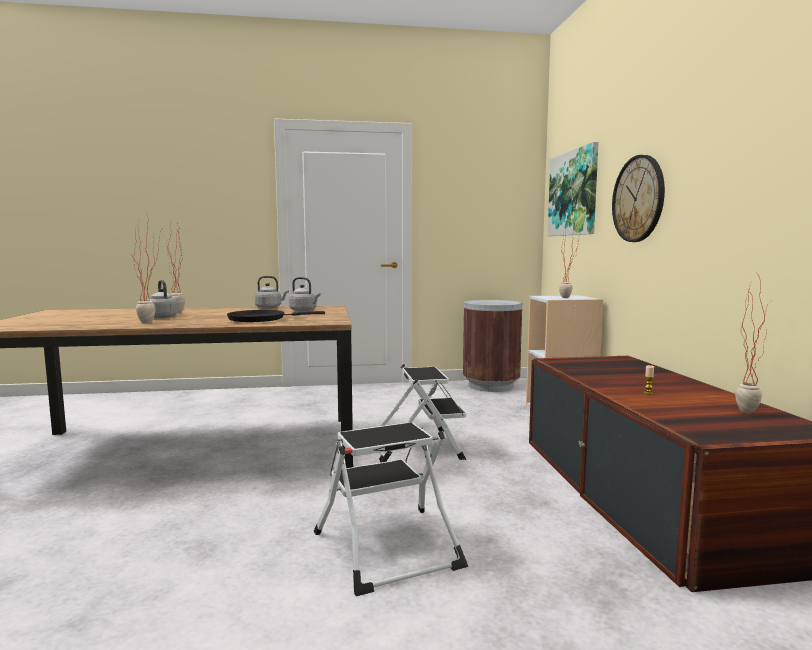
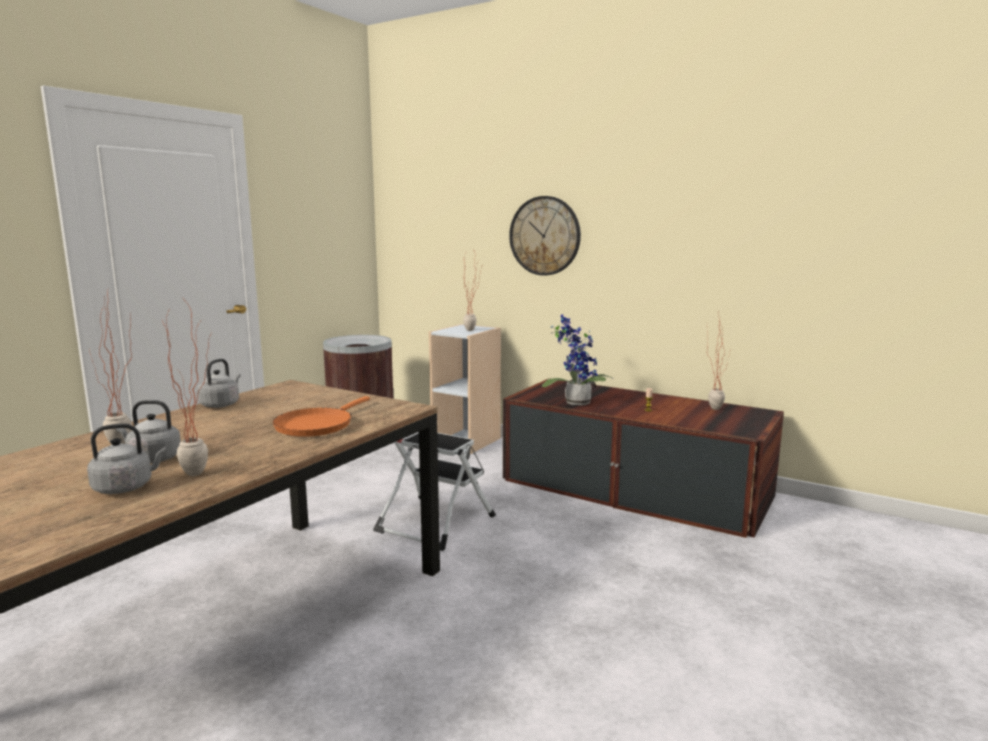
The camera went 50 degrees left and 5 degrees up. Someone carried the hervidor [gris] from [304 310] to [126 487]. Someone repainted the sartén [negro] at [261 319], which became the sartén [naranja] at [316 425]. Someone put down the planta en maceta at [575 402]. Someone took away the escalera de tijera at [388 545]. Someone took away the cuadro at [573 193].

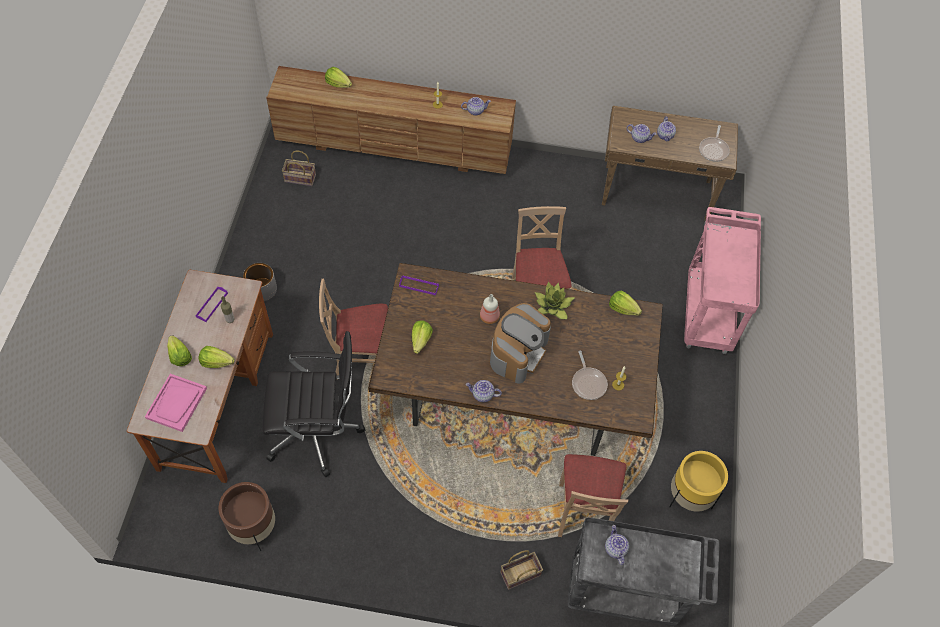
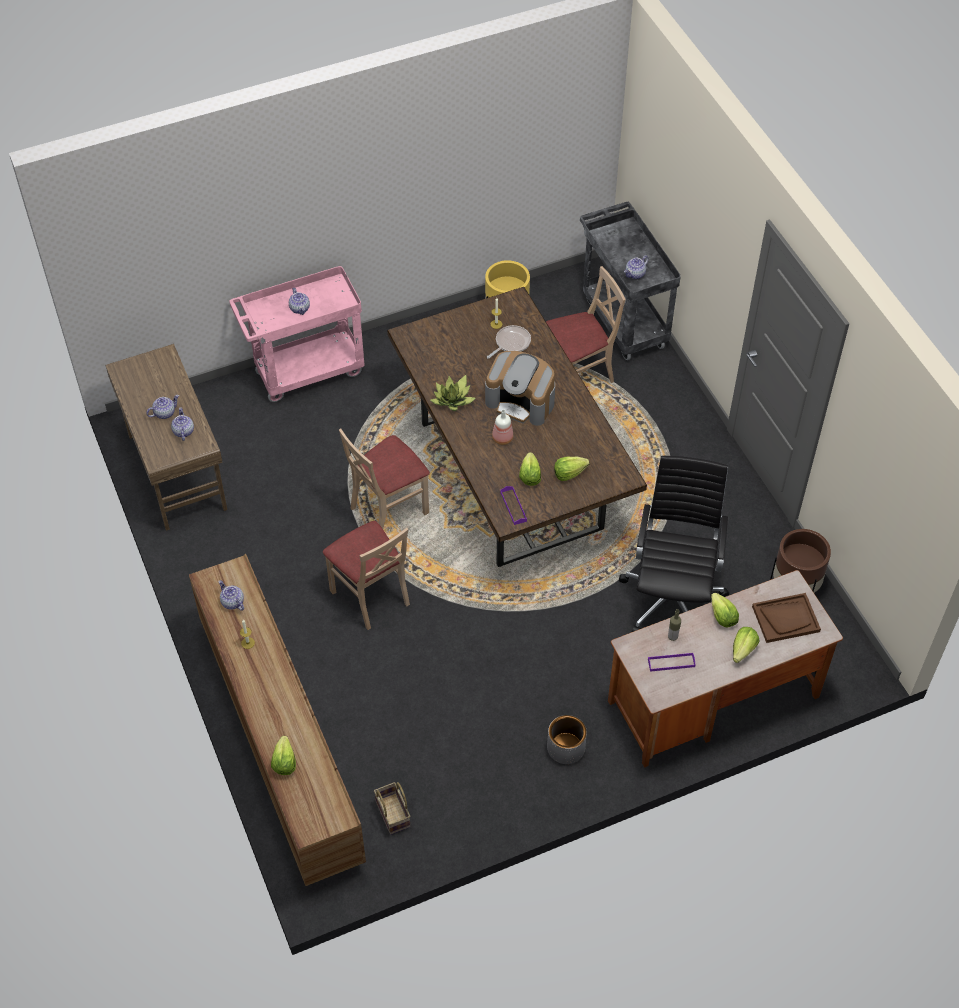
The camera went 120 degrees left and 5 degrees down. Someone carried the tetera from [482 395] to [300 308]. Someone carried the silla [beis] from [361 359] to [371 596]. Someone rotated the cafetera at [518 352] by 150 degrees counterclockwise. Someone carried the lechuga from [622 309] to [529 476]. Someone rotated the silla de oficina [negro] at [317 432] by 45 degrees clockwise. Someone repainted the bandeja [rosa] at [176 403], which became the bandeja [marrón] at [785 619]. Someone took away the cesta at [519 575]. Someone took away the sartén at [713 150].

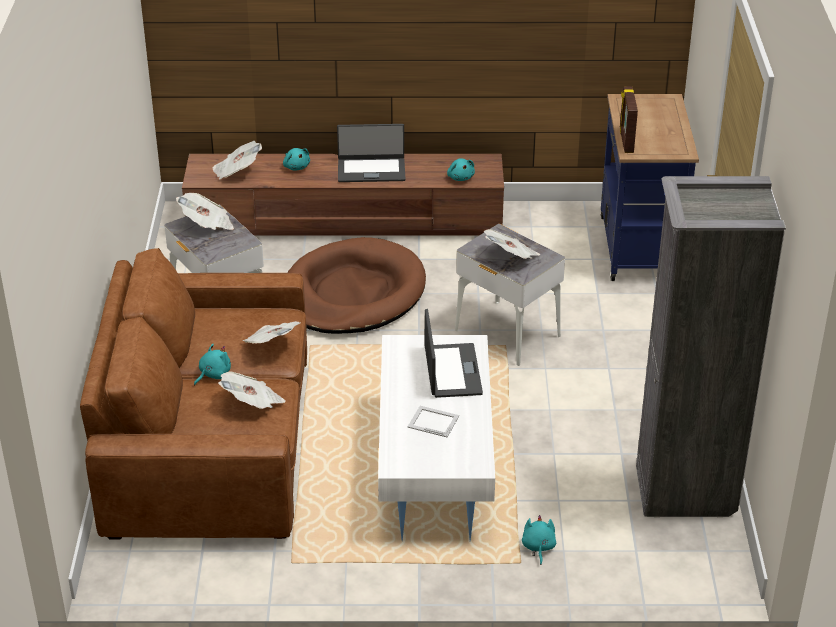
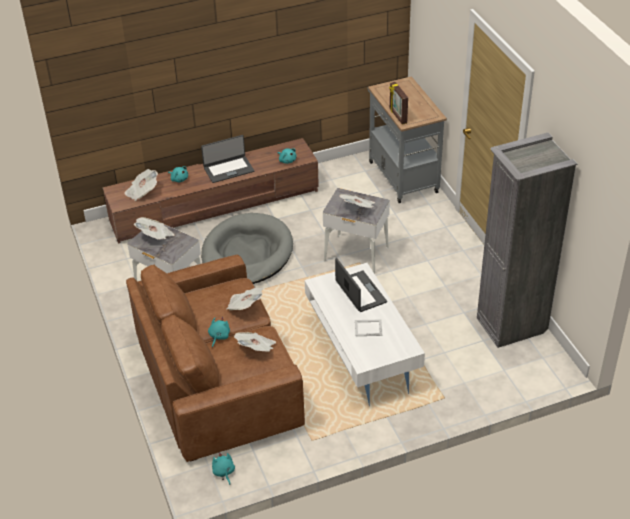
The camera went 20 degrees left and 5 degrees up. Someone repainted the cama para perro [marrón] at [352 293], which became the cama para perro [gris] at [247 253]. Someone carried the peluche [turquesa] from [538 547] to [224 472]. Someone repainted the carrito [azul] at [638 246], which became the carrito [gris] at [402 176].

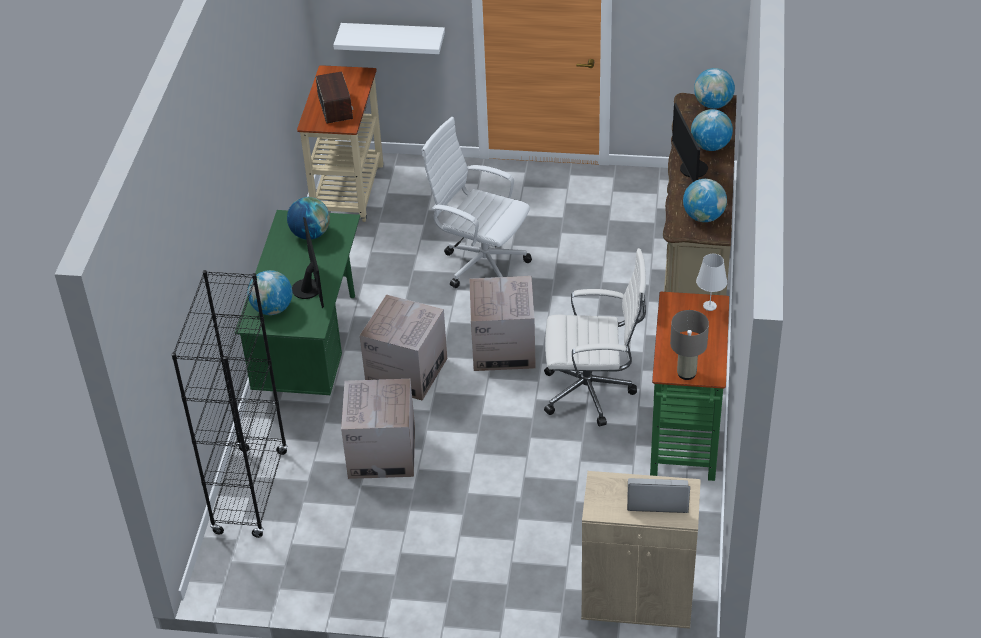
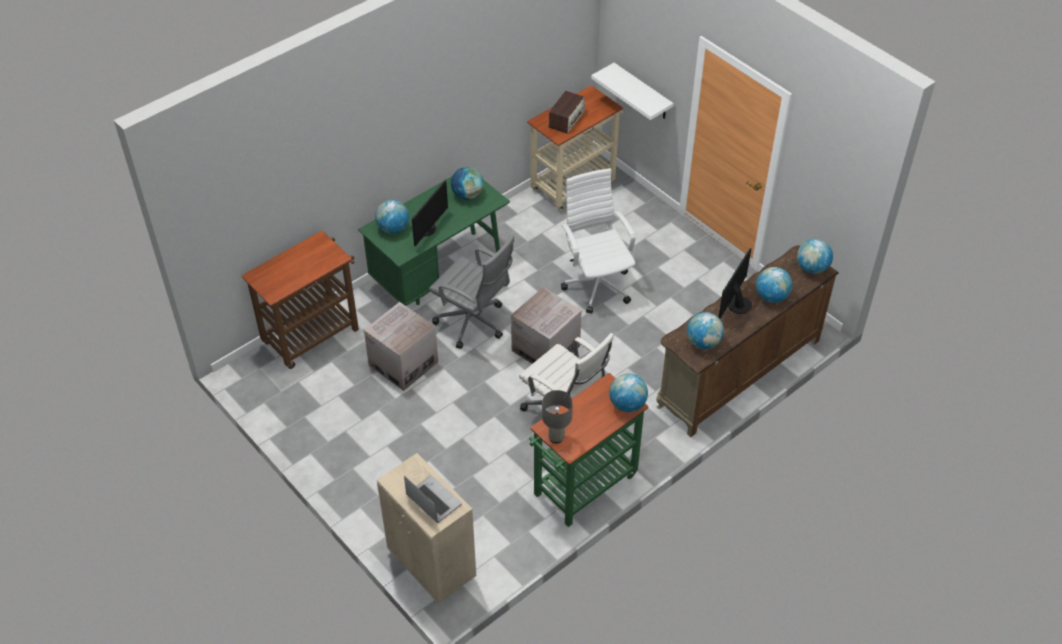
The camera went 40 degrees right and 5 degrees up. Someone swapped the estantería [negro] at [251 492] for the carrito [marrón] at [312 336]. Someone swapped the caja de cartón at [406 371] for the silla de oficina [gris] at [474 323]. Someone swapped the lámpara de mesa [blanco] at [709 306] for the globo terráqueo at [627 404].

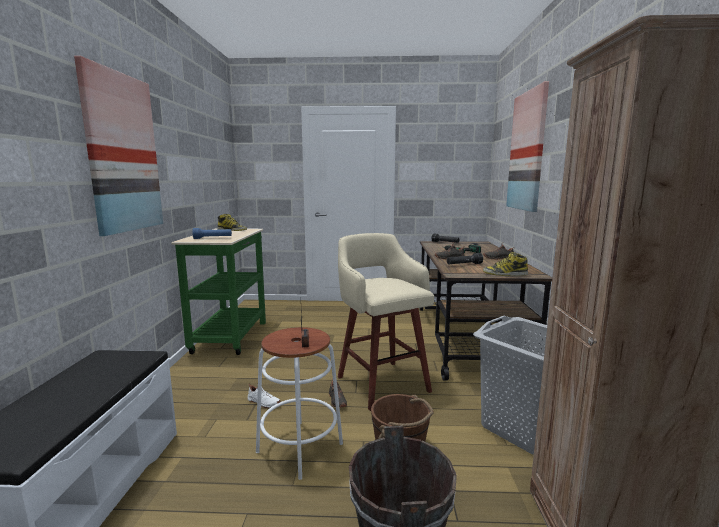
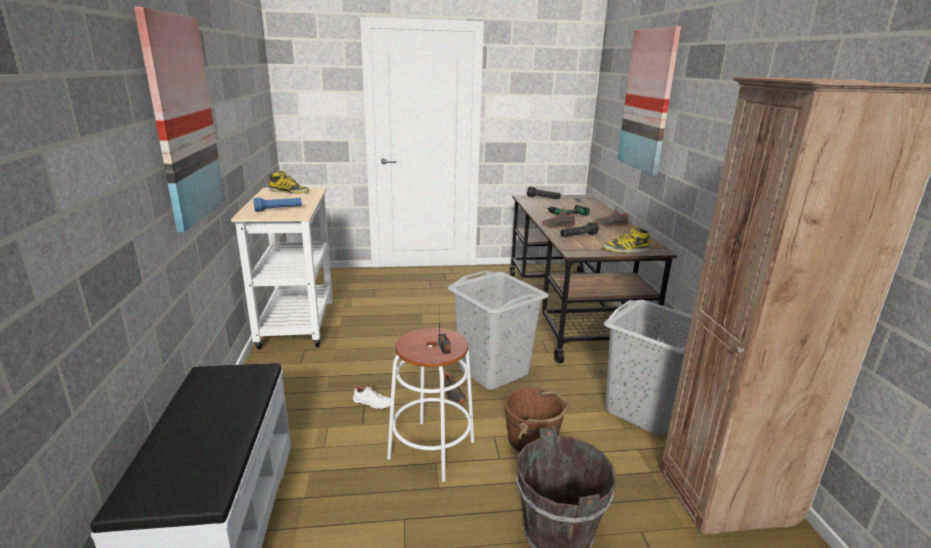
The camera went 10 degrees left and 10 degrees up. Someone repainted the carrito [verde] at [230 337], which became the carrito [blanco] at [297 323]. Someone swapped the taburete [beis] at [381 382] for the cesto de la ropa [gris] at [493 370].

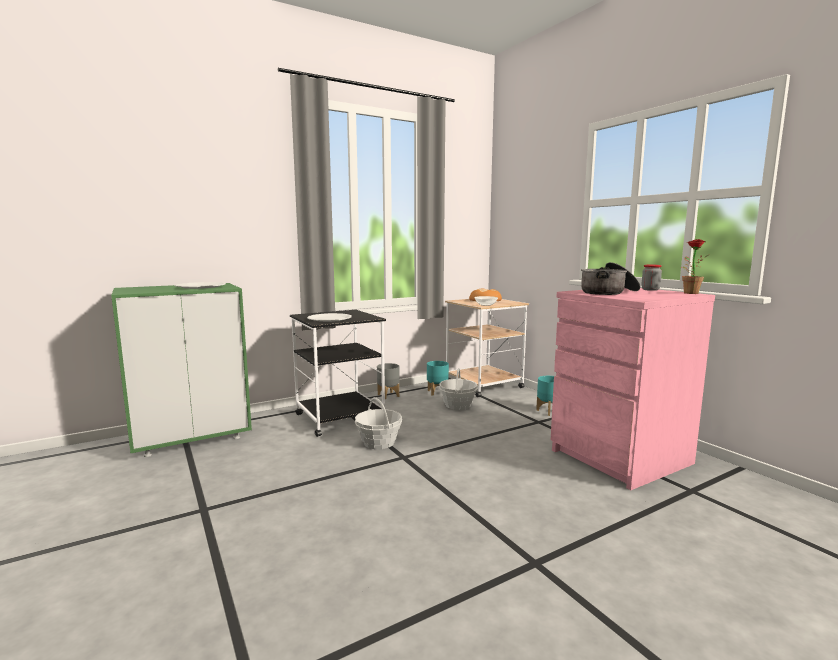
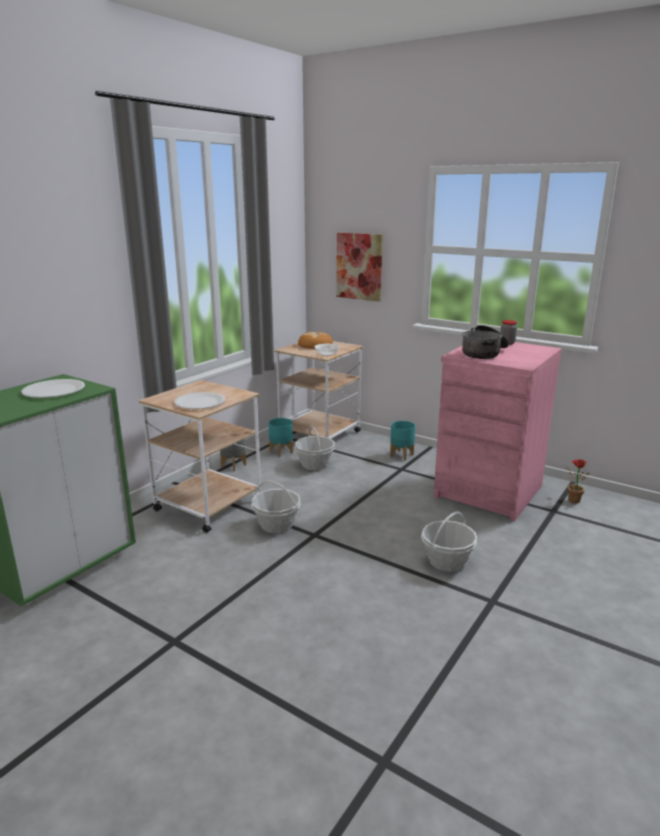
The camera went 25 degrees left and 10 degrees up. Someone repainted the carrito [negro] at [341 418], which became the carrito [beis] at [209 504]. Someone put up the cuadro at [359 266]. Someone put down the cesta at [447 561]. Someone carried the planta en maceta from [688 293] to [571 499].

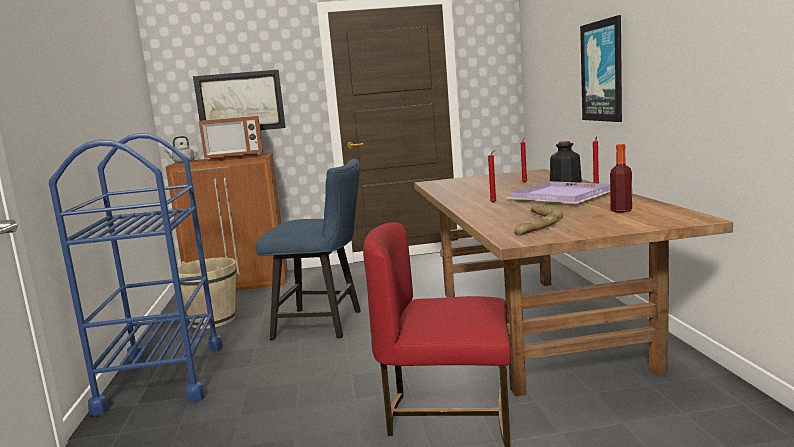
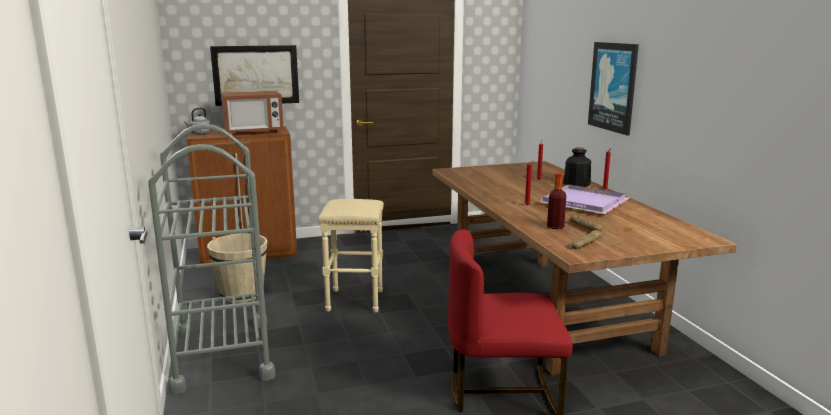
The camera went 10 degrees left and 5 degrees up. Someone repainted the carrito [azul] at [163 377], which became the carrito [gris] at [223 355]. Someone swapped the silla [azul] at [325 324] for the taburete [beis] at [356 301]. Someone carried the botella from [621 210] to [555 227].

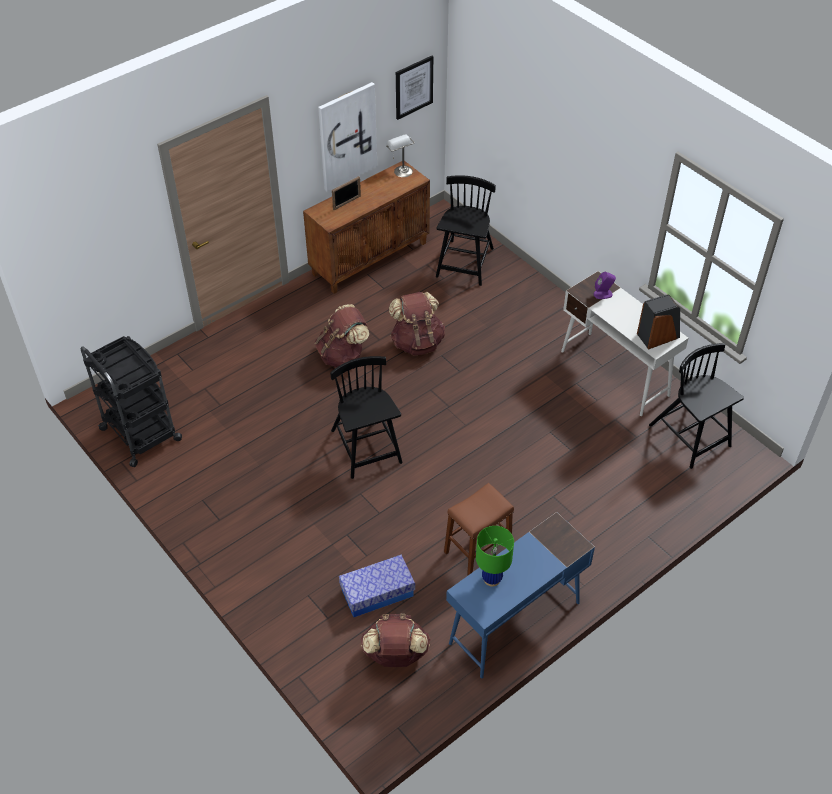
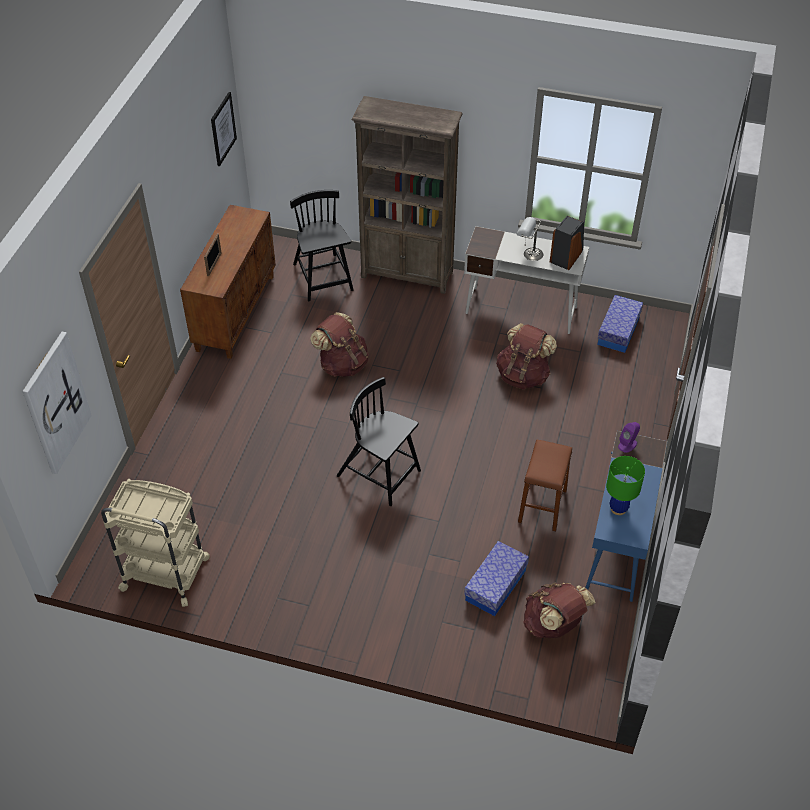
The camera went 35 degrees left and 0 degrees up. Someone carried the cuadro from [347 136] to [55 403]. Someone repainted the carrito [negro] at [141 434], which became the carrito [beis] at [165 573]. Someone put down the estantería [marrón] at [407 274]. Someone carried the mochila [marrón] from [343 355] to [523 375]. Someone carried the lámpara de mesa [blanco] from [400 169] to [529 253]. Someone swapped the silla [negro] at [690 437] for the caja de almacenaje at [618 331]. Someone carried the altavoz [morado] from [603 294] to [627 444].

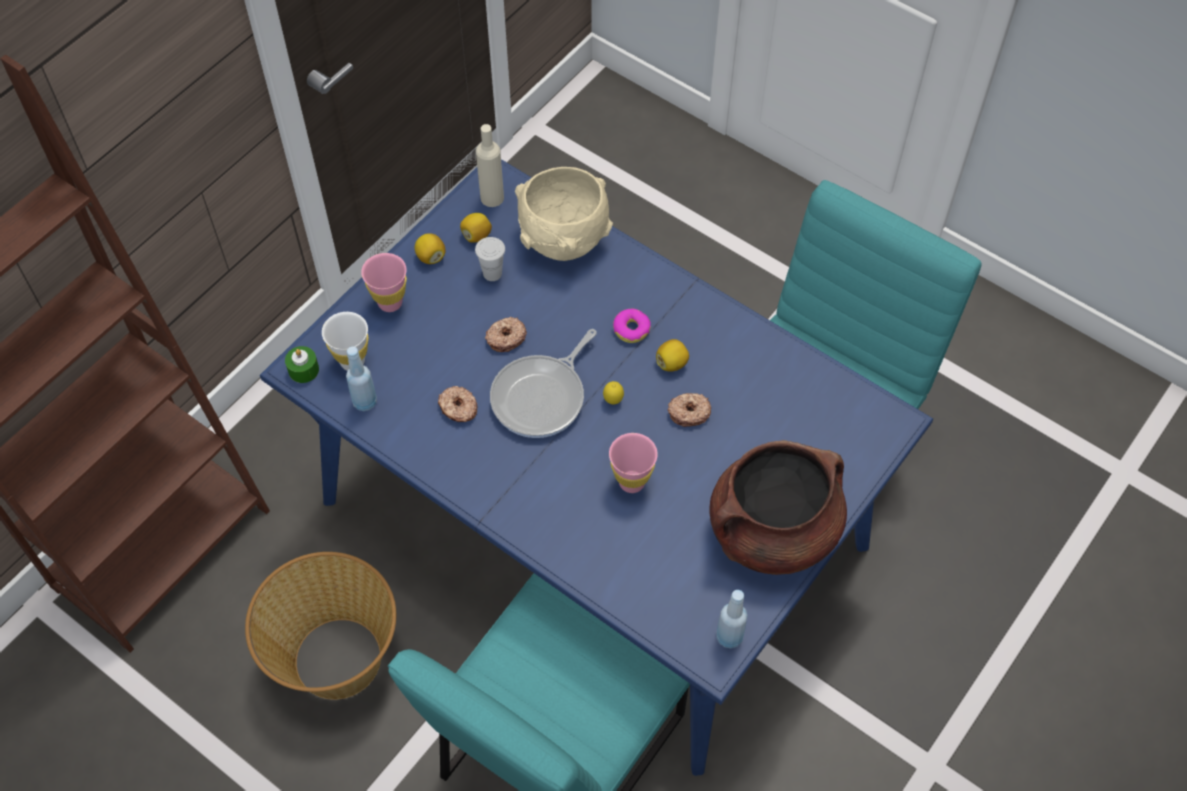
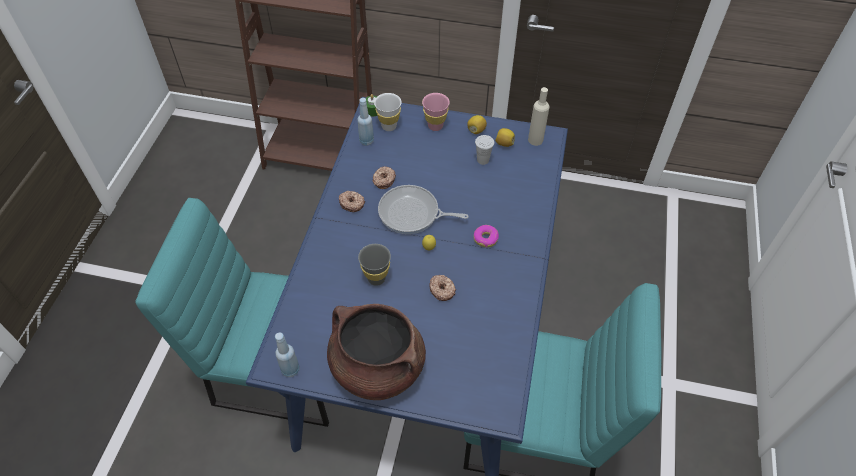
The camera went 65 degrees right and 5 degrees down. Someone carried the rosquilla from [506 337] to [352 203]. Someone repainted the taza [rosa] at [631 482], which became the taza [gris] at [376 278]. Someone took away the cesta at [336 659]. Someone took away the cuenco [beis] at [563 239]. Someone took away the limón at [672 363].

